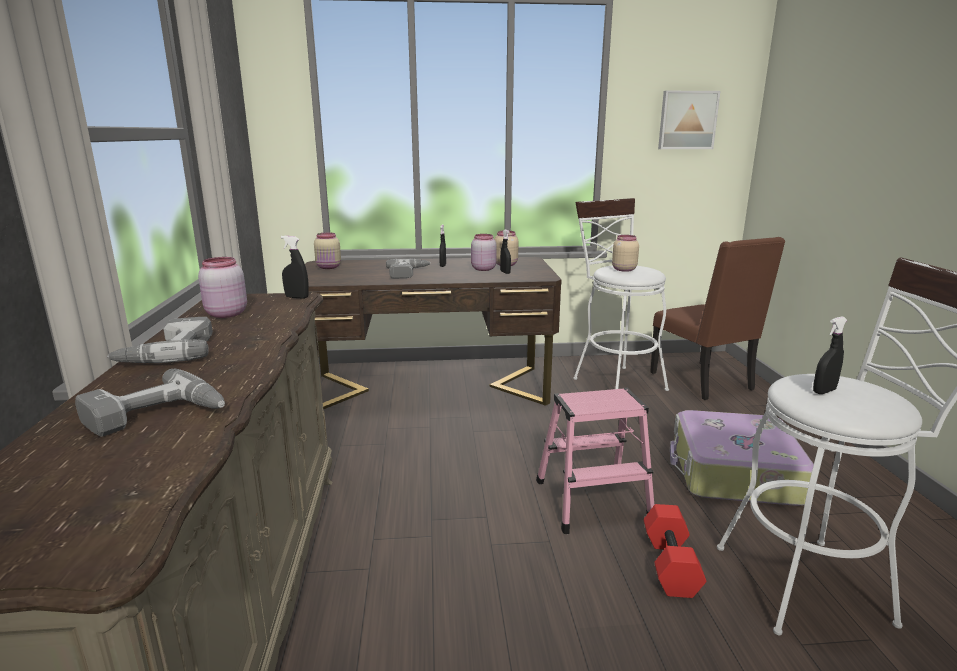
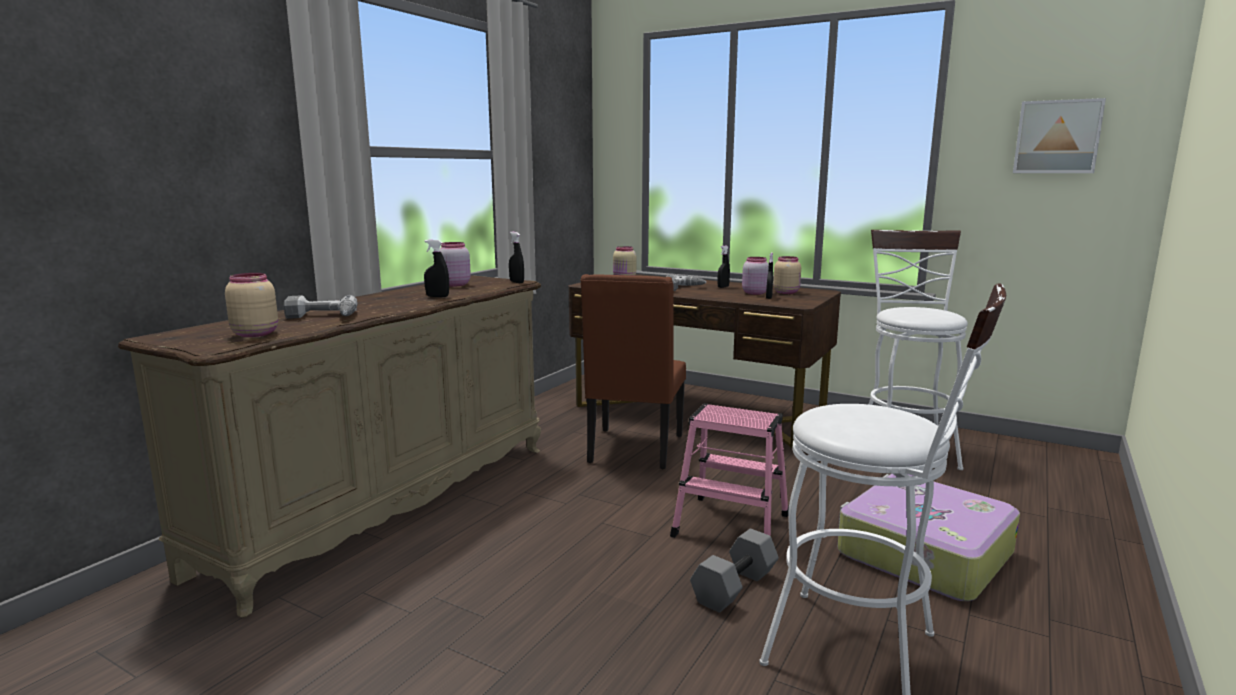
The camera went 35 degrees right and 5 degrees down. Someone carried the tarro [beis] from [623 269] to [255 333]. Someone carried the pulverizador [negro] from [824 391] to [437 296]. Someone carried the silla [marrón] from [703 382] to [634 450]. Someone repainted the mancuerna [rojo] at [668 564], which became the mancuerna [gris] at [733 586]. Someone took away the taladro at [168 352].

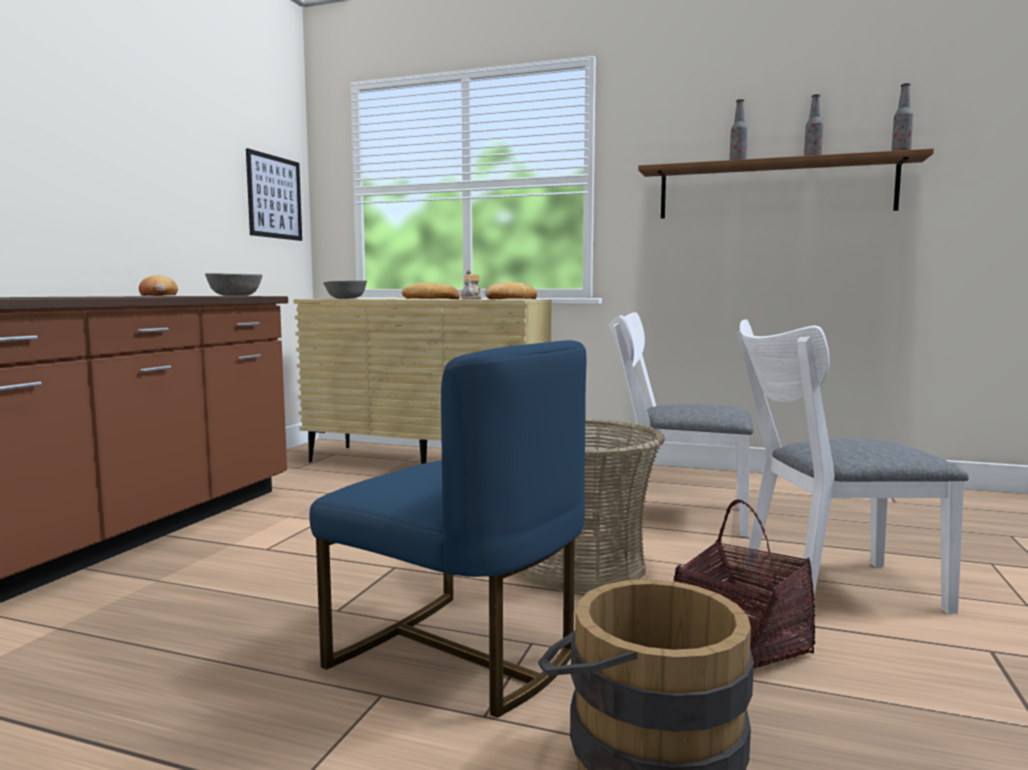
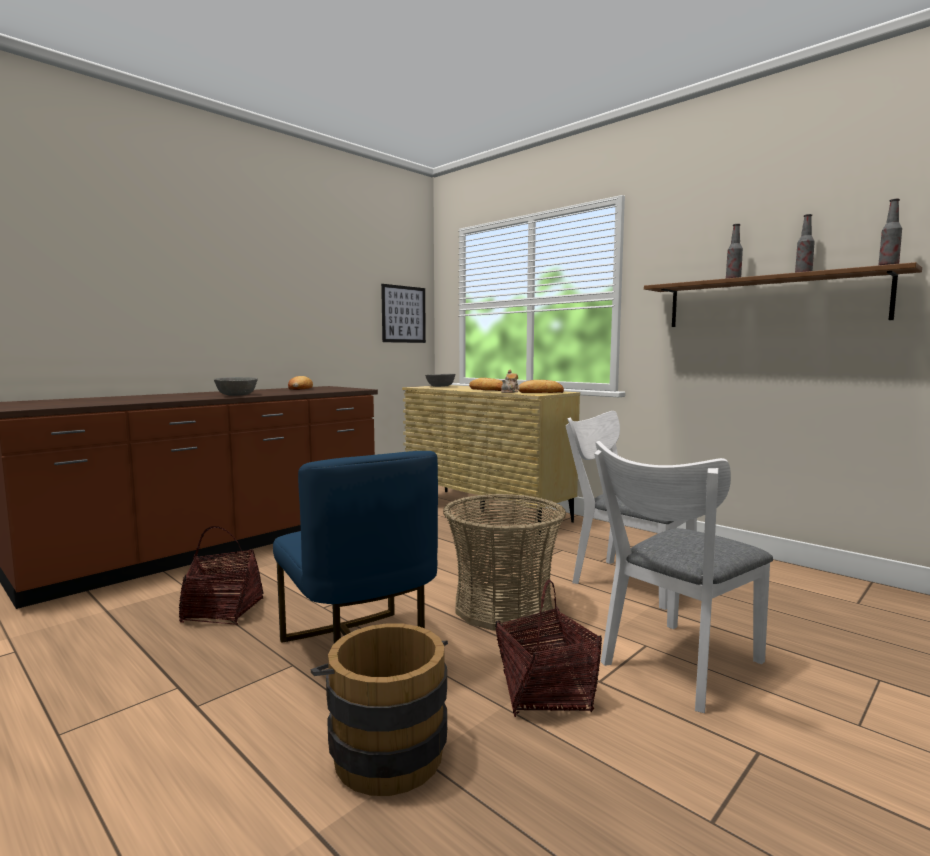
The camera went 25 degrees right and 0 degrees up. Someone put down the cesta at [223 611]. Someone carried the cuenco [gris] from [235 295] to [237 395]. Someone rotated the silla [blanco] at [827 589] by 60 degrees counterclockwise.

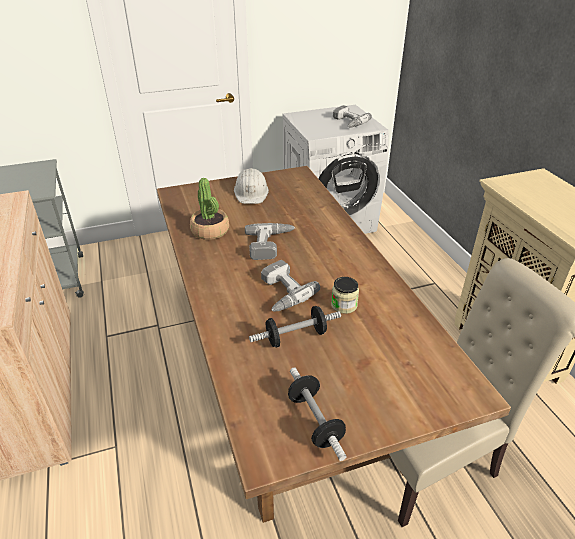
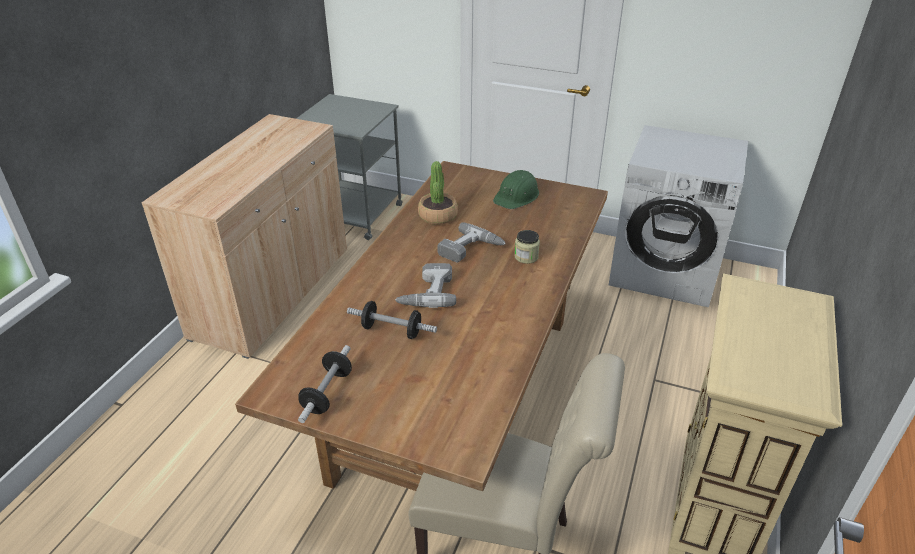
The camera went 40 degrees right and 0 degrees up. Someone repainted the casco [blanco] at [251 192], which became the casco [verde] at [517 196]. Someone carried the tarro from [344 305] to [526 257]. Someone took away the taladro at [347 122].

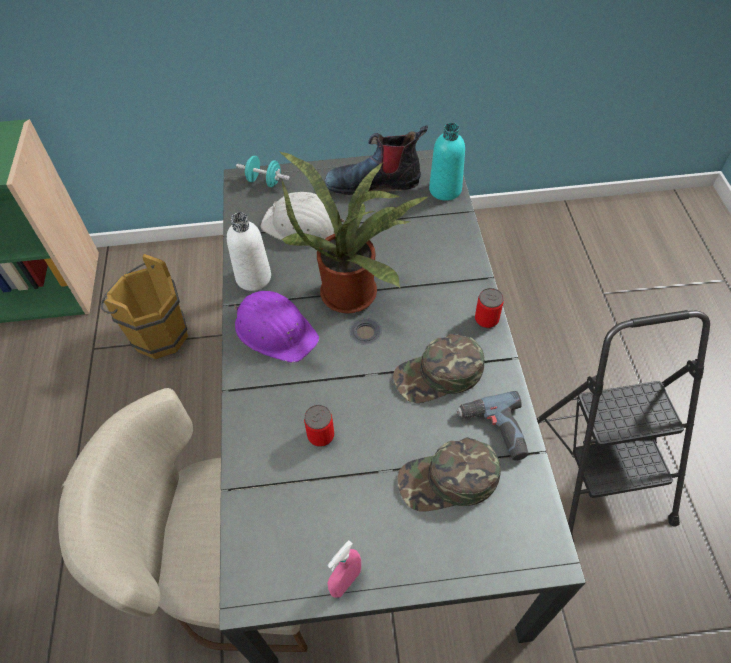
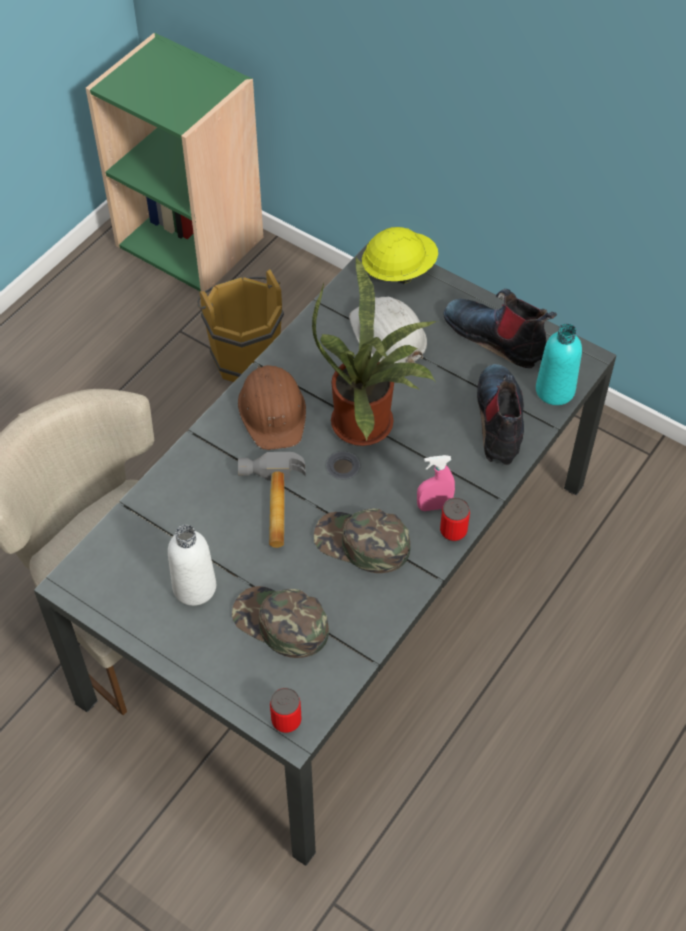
The camera went 40 degrees right and 0 degrees up. Someone carried the botella [blanco] from [253 277] to [194 587]. Someone repainted the casco [morado] at [275 330], which became the casco [marrón] at [273 411]. Someone put down the martillo at [271 505]. Someone carried the lata from [321 435] to [286 720]. Someone swapped the mancuerna [turquesa] at [264 181] for the casco [amarillo] at [399 270]. Someone carried the pulverizador [rosa] from [346 581] to [434 506]. Someone put down the bota at [500 421]. Someone took away the taladro at [494 432]. Someone took away the escalera de tijera [negro] at [596 467].

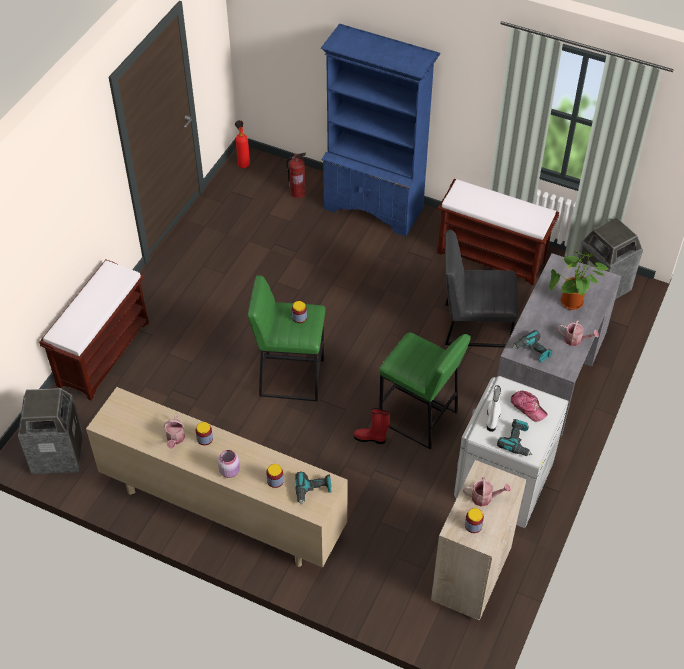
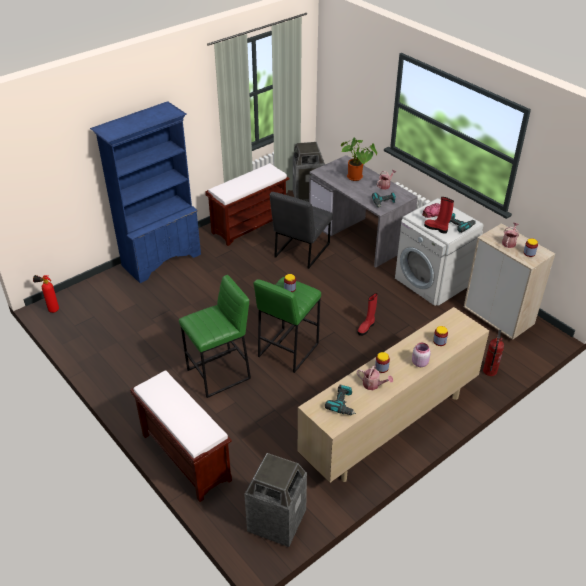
The camera went 65 degrees left and 10 degrees down. Someone carried the taburete [verde] from [419 417] to [219 373]. Someone carried the taladro from [313 491] to [343 404]. Someone repainted the bota [blanco] at [492 418], which became the bota [rojo] at [436 228]. Someone carried the extintor from [298 193] to [489 371].

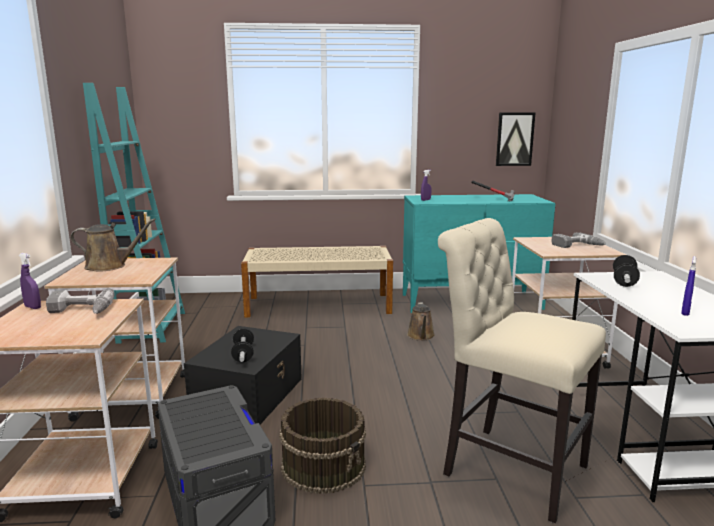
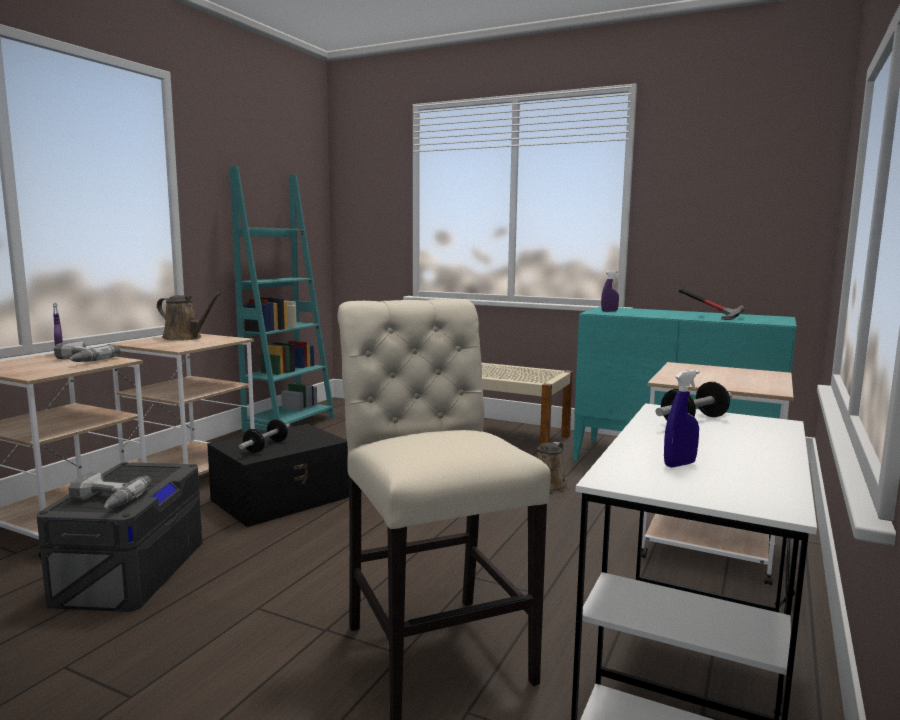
The camera went 30 degrees right and 5 degrees down. Someone carried the taladro from [577 246] to [103 501]. Someone took away the cubo [marrón] at [324 465]. Someone took away the cuadro at [514 139].

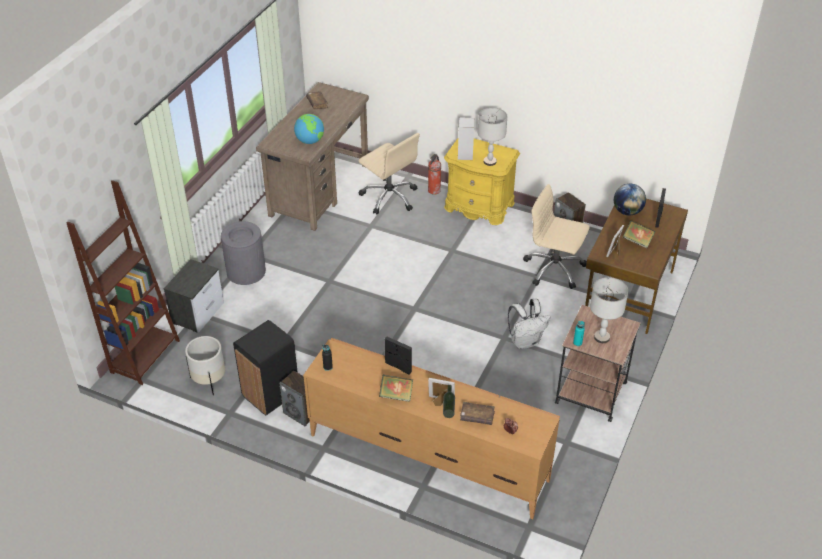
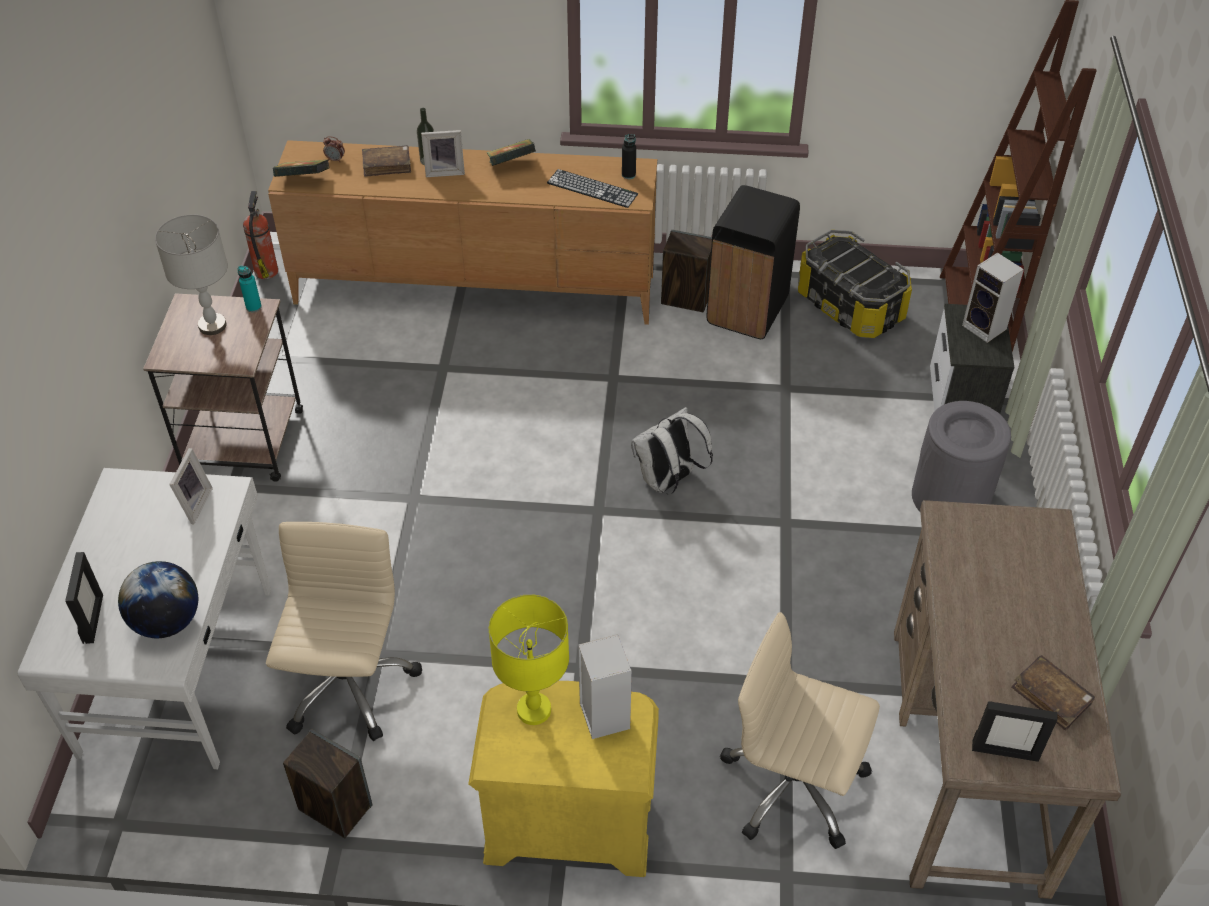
The camera went 160 degrees right and 5 degrees up. Someone repainted the escritorio [marrón] at [628 292], which became the escritorio [blanco] at [181 669]. Someone carried the extintor from [434 191] to [266 270]. Someone rotated the silla de oficina [beis] at [554 269] by 90 degrees counterclockwise. Someone carried the libro from [637 241] to [303 180]. Someone repainted the lámpara de mesa [gris] at [490 161], which became the lámpara de mesa [amarillo] at [534 710]. Someone put down the teclado at [592 188]. Someone carried the mochila [blanco] from [525 341] to [668 481]. Someone swapped the maceta [blanco] at [209 380] for the caja de almacenaje at [850 305]. Someone put down the altavoz at [986 328]. Someone carried the portarretratos from [398 367] to [1005 751]. Someone took away the globo terráqueo at [310 141].

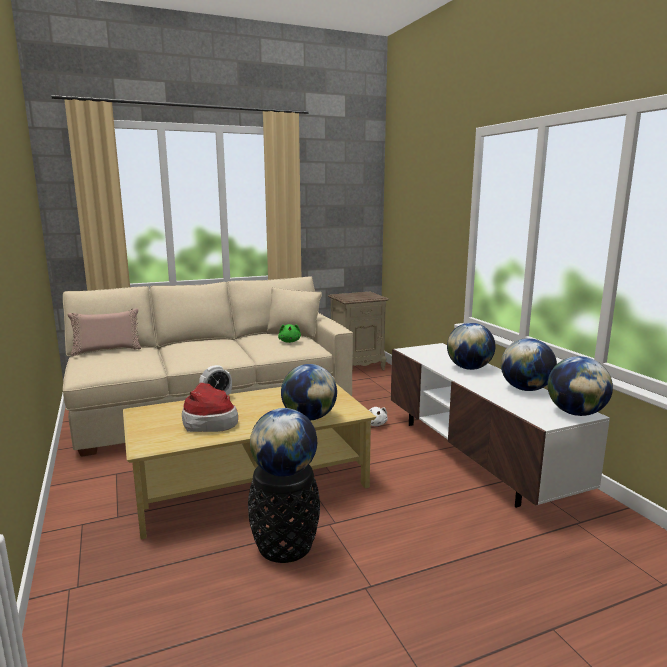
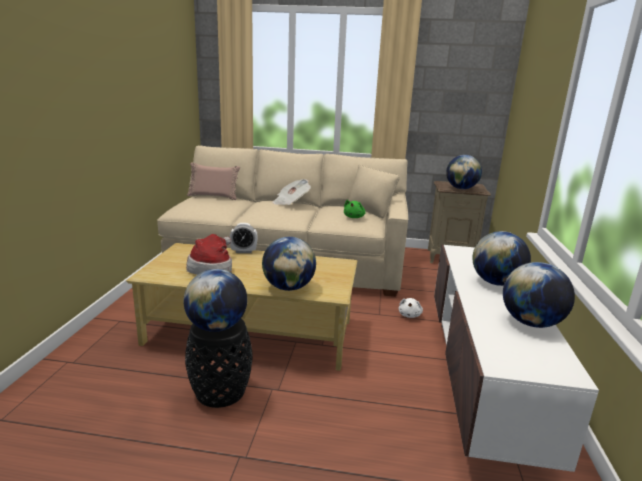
The camera went 30 degrees right and 5 degrees up. Someone put down the periódico at [290 202]. Someone carried the globo terráqueo from [575 413] to [461 188].

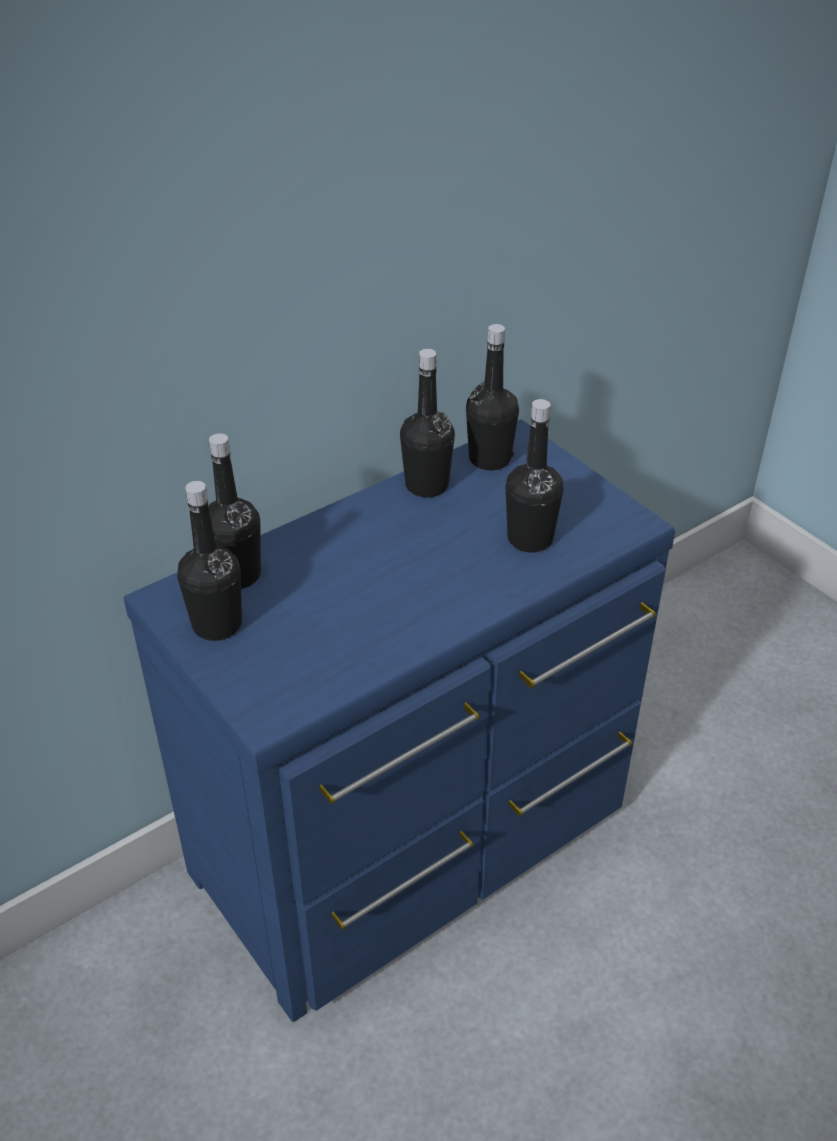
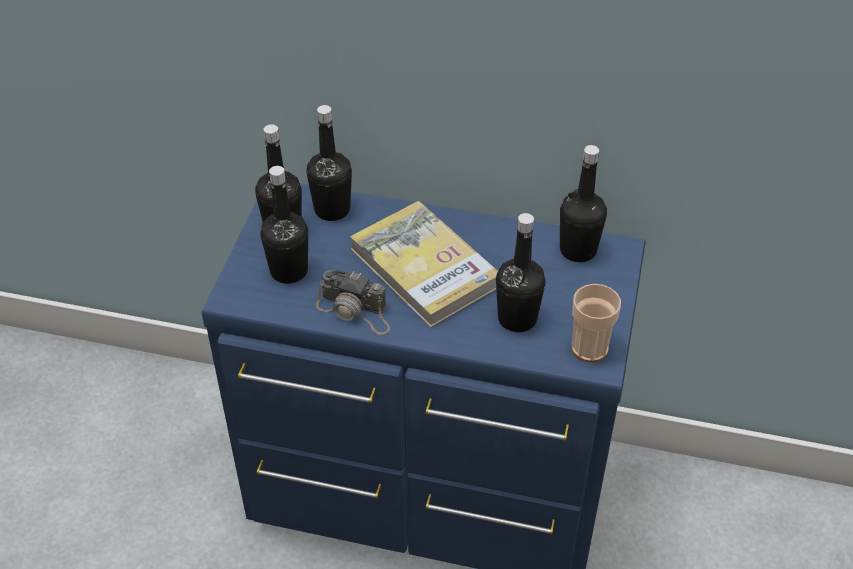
The camera went 50 degrees right and 5 degrees up. Someone carried the botella [negro] from [427 485] to [289 271]. Someone put down the cámara at [355 311]. Someone put down the libro at [424 267]. Someone put down the taza at [589 348].

